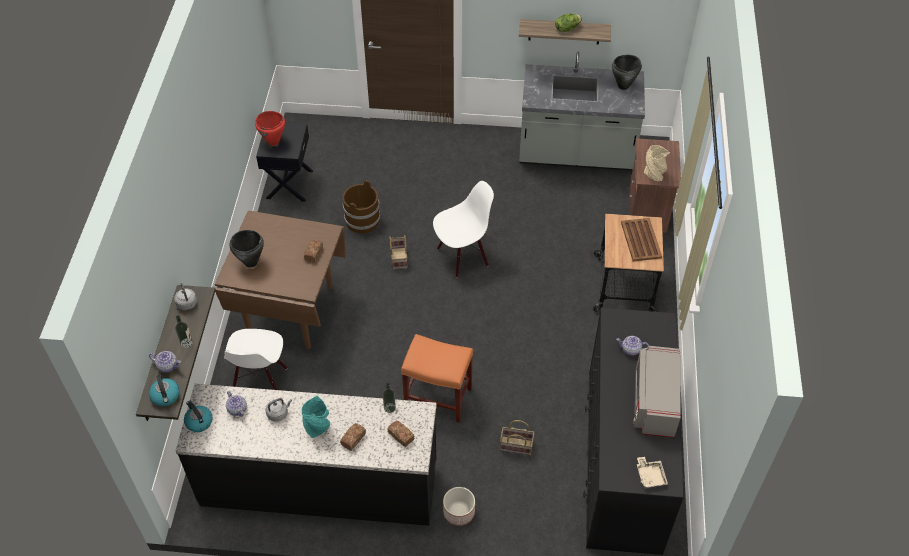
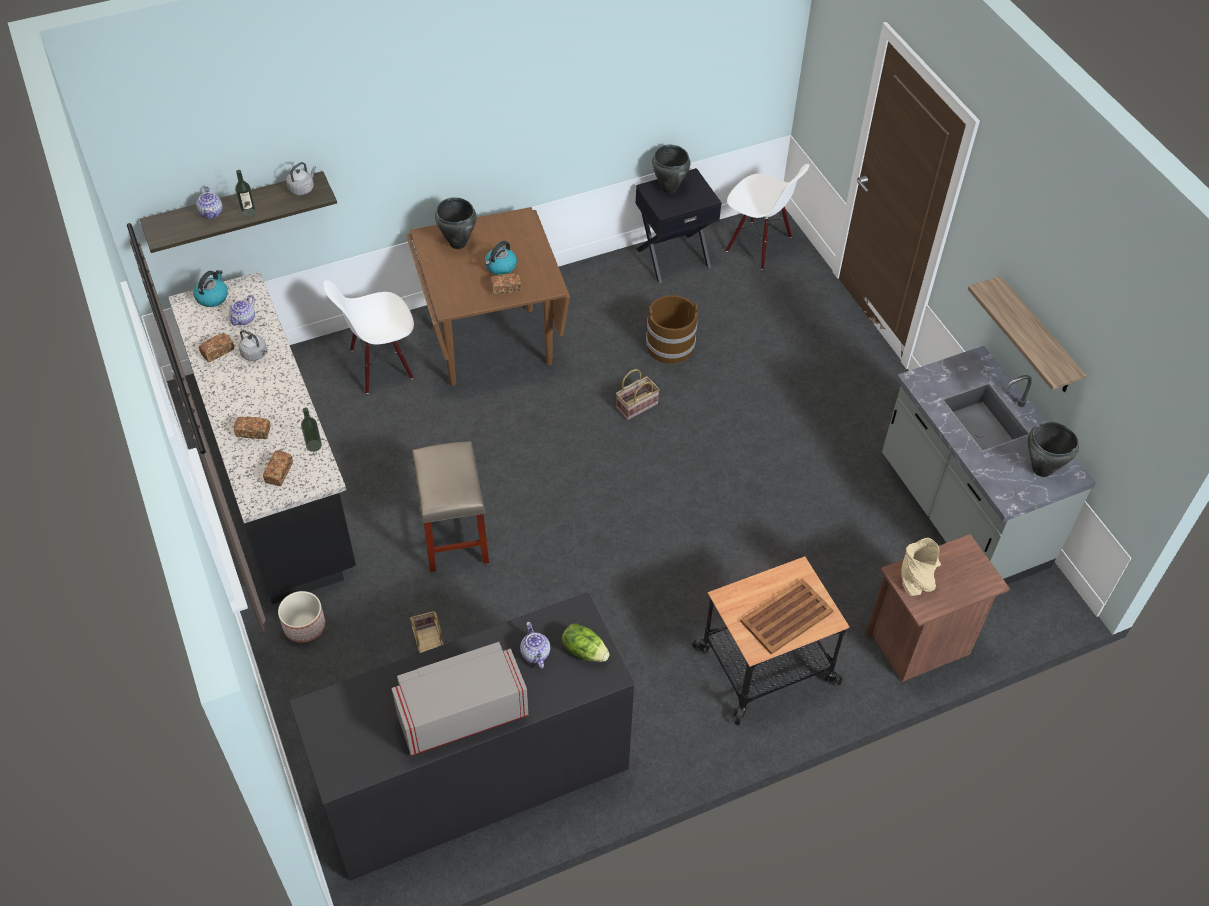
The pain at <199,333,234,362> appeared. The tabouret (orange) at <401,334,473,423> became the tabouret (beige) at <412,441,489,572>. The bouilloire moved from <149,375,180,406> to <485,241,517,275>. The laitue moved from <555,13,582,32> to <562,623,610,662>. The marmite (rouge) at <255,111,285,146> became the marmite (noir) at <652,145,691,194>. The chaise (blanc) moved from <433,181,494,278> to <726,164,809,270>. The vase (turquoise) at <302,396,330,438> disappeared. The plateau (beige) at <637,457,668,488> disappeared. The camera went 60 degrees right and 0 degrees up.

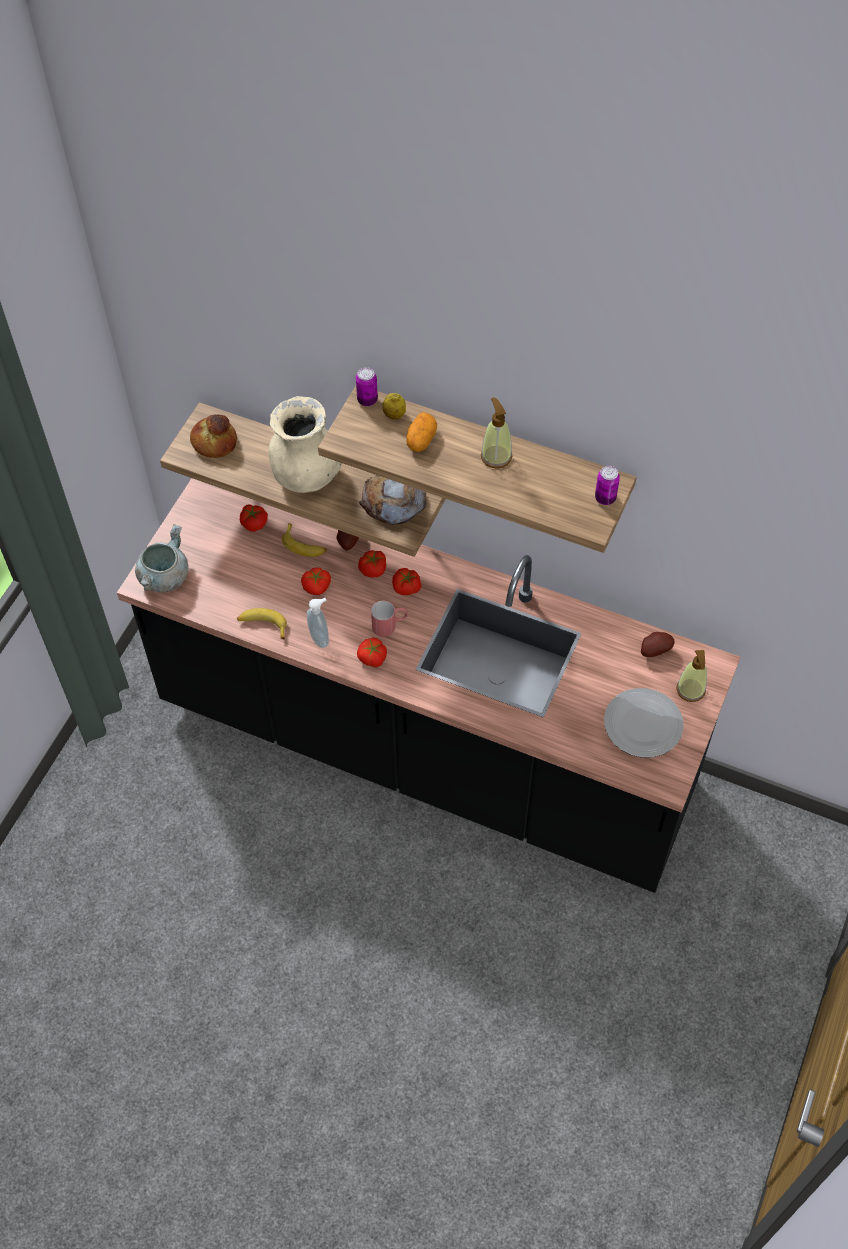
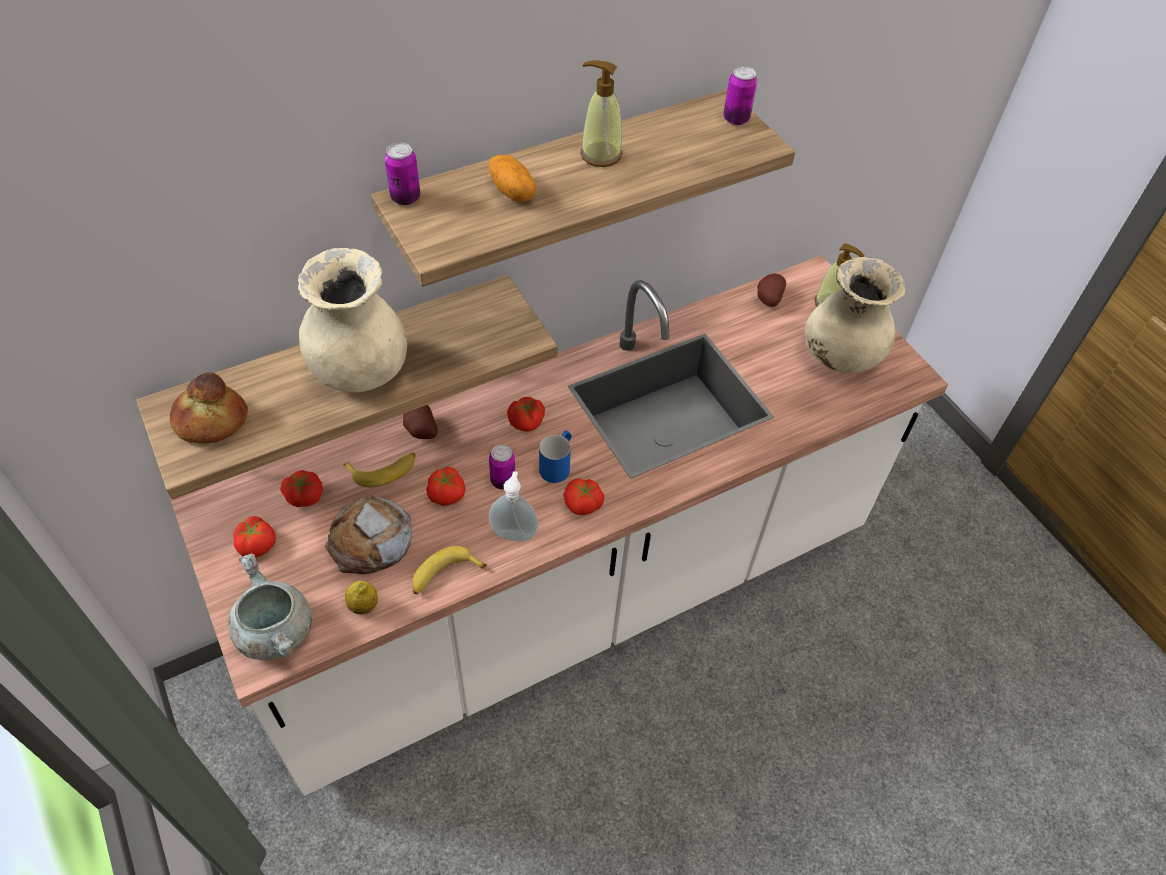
The comptoir de cuisine (noir) at <117,478,740,893> became the comptoir de cuisine (blanc) at <170,255,948,796>. The tomate moved from <358,550,386,578> to <233,516,276,558>. The pain moved from <359,475,426,525> to <325,496,412,574>. The citron moved from <383,393,406,419> to <345,581,378,614>. The boîte métallique at <489,444,515,489> appeared. The mug (rouge) at <371,600,408,637> became the mug (bleu) at <539,431,572,483>. The assiette at <604,688,684,758> was replaced by the vase (beige) at <805,257,905,373>. The camera went 55 degrees left and 5 degrees down.

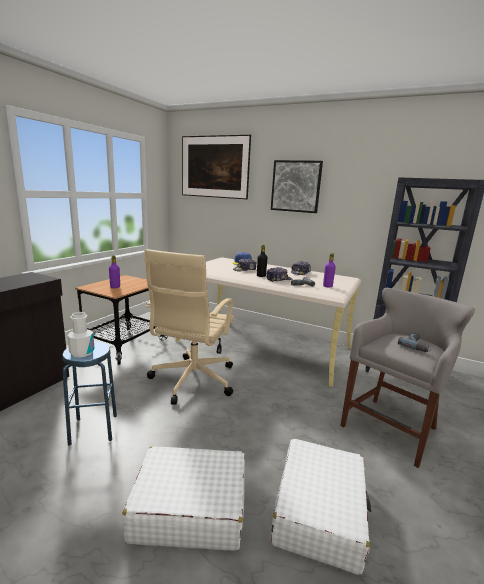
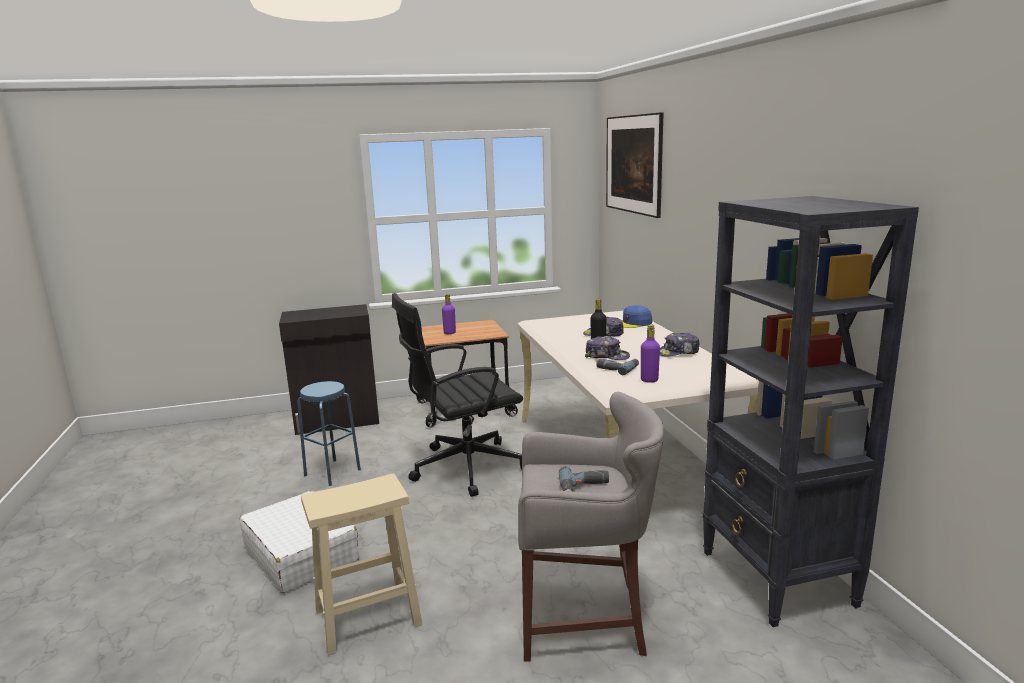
The valise (blanc) at <271,438,371,575> was replaced by the tabouret (beige) at <301,474,423,655>. The chaise de bureau (beige) at <144,249,234,405> became the chaise de bureau (noir) at <392,293,523,497>. The bouteille (blanc) at <67,312,95,358> disappeared. The tableau at <271,160,323,213> disappeared. The camera went 50 degrees right and 0 degrees up.

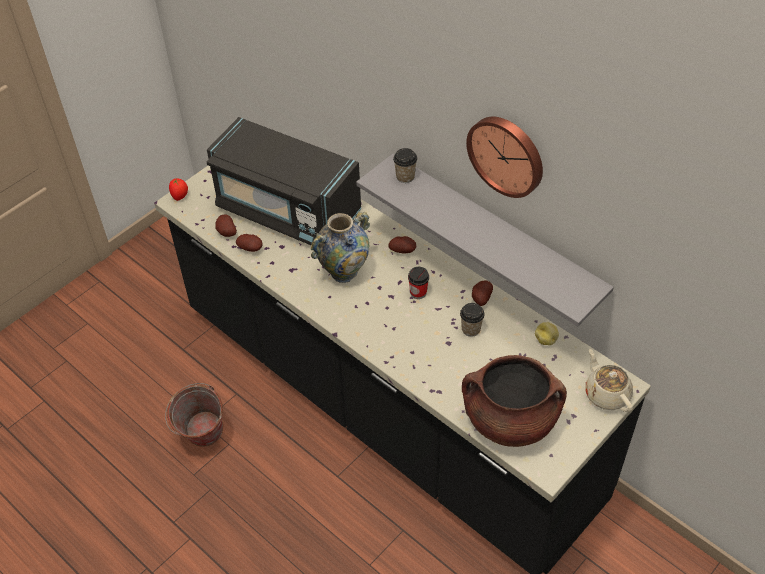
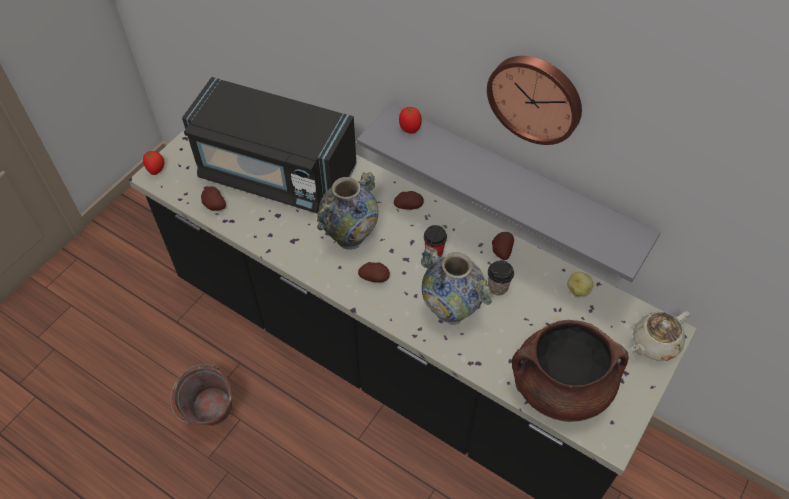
The pomme de terre moved from <236,234,262,252> to <358,262,390,282>. The tasse at <393,148,417,183> was replaced by the tomate at <399,107,422,134>. The vase at <421,249,493,325> appeared. The théière (beige) at <585,349,633,412> turned 90 degrees counterclockwise. The camera went 10 degrees left and 5 degrees up.

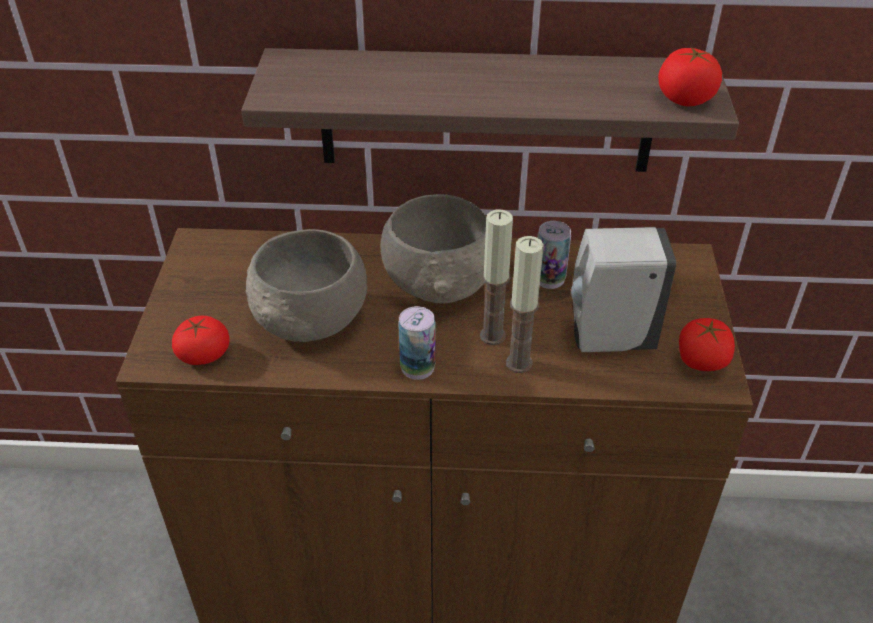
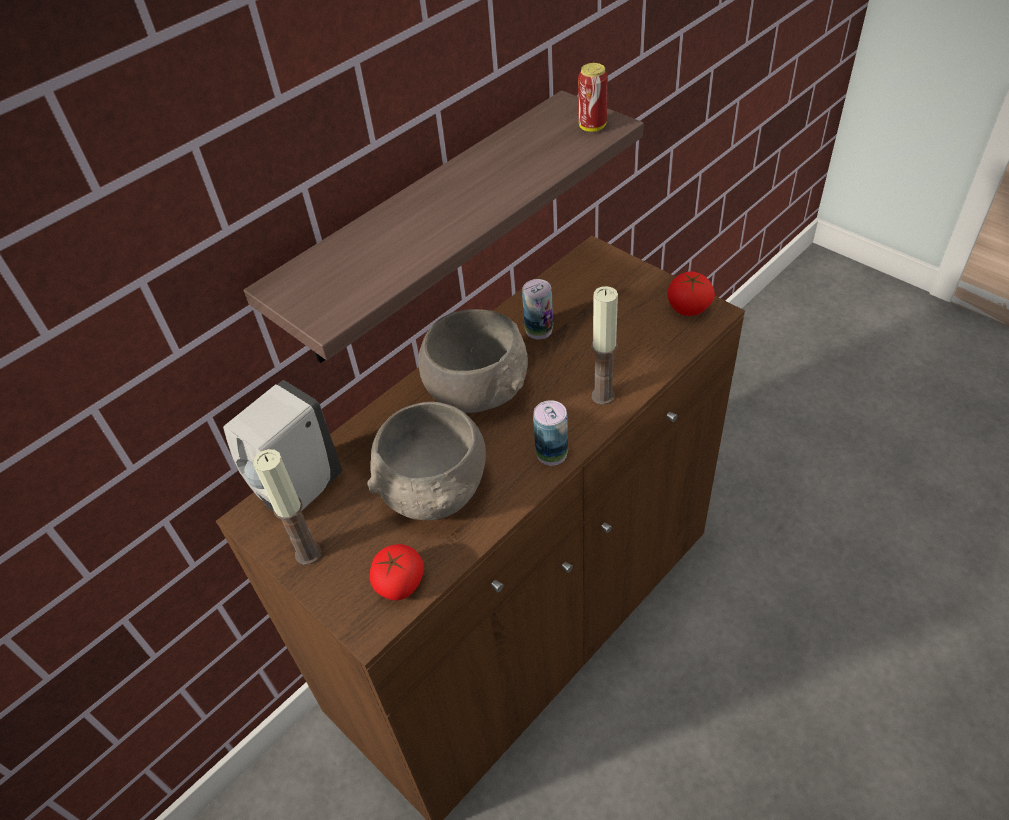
The distributeur de savon (blanc) moved from <571,227,676,352> to <223,380,343,512>. The bougie moved from <480,210,513,345> to <253,449,321,565>. The tomate at <658,48,722,106> was replaced by the boîte métallique at <578,63,608,132>. The camera went 45 degrees left and 5 degrees up.

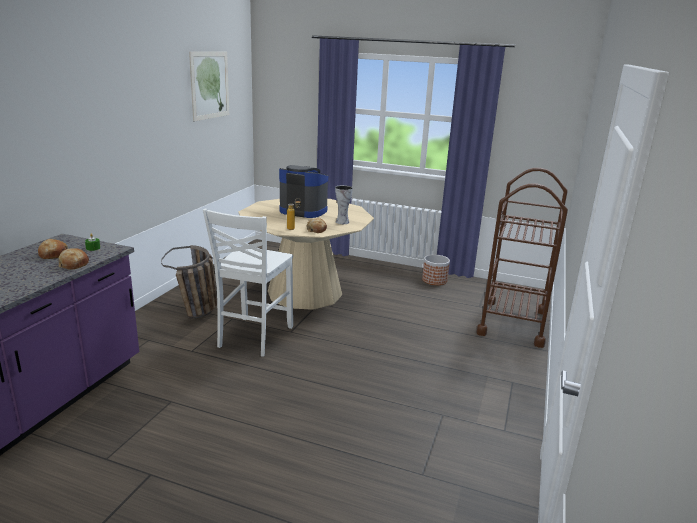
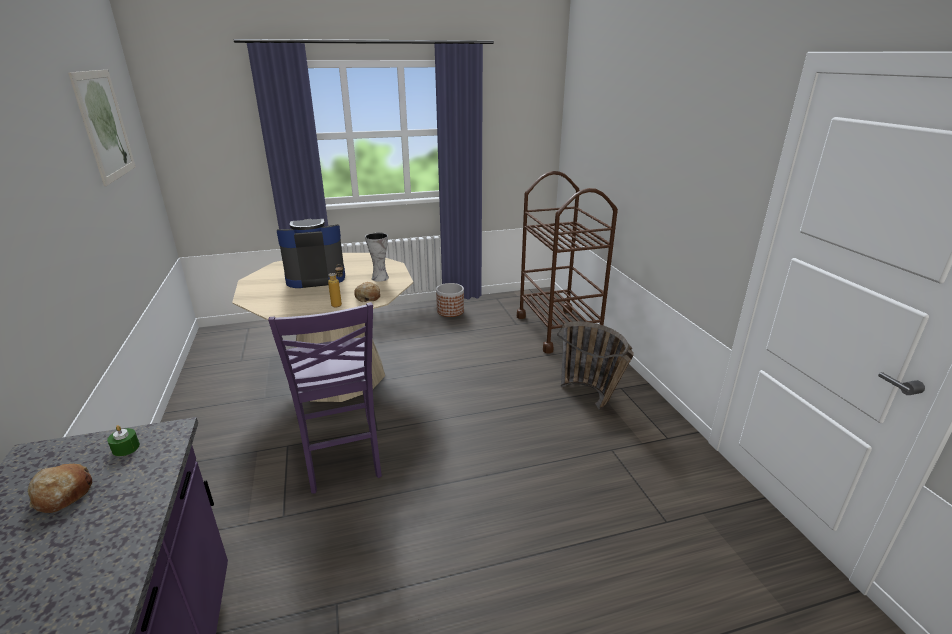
The chaise (blanc) at <203,209,293,356> became the chaise (violet) at <268,302,382,494>. The panier moved from <161,245,217,319> to <557,321,634,410>. The pain at <58,248,89,270> disappeared. The camera went 35 degrees left and 5 degrees up.

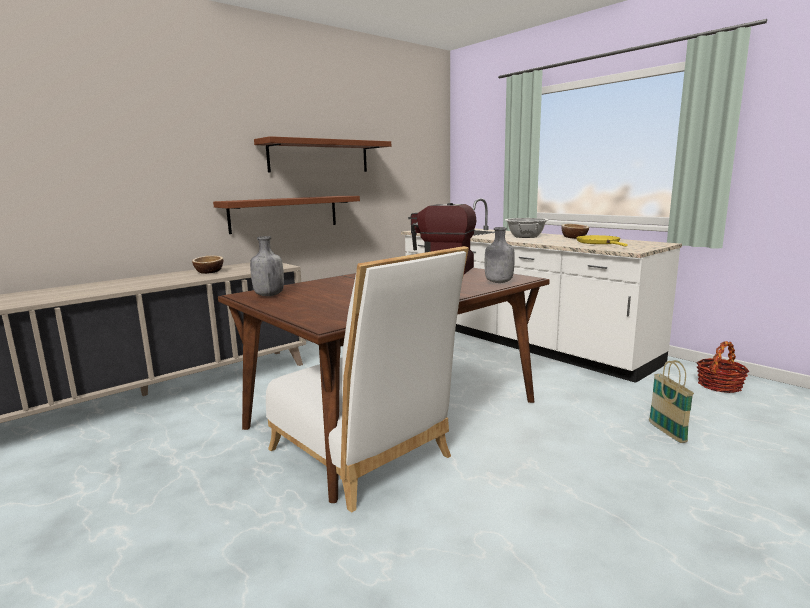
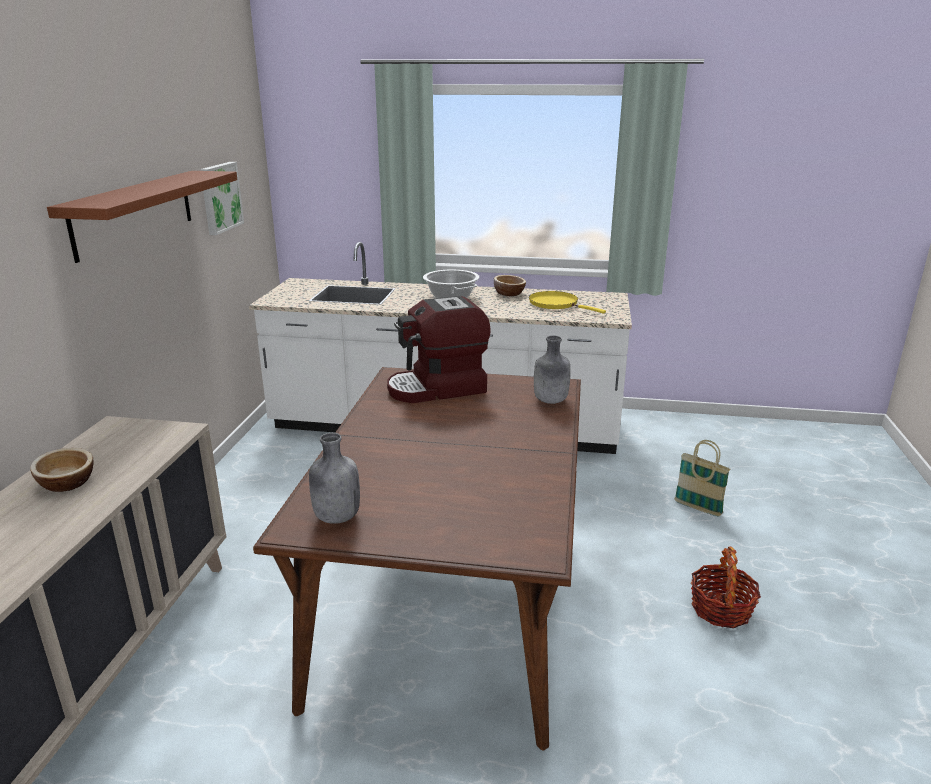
The tableau at <200,162,244,235> appeared. The panier moved from <696,341,749,393> to <691,546,761,628>. The étagère (marron) at <213,196,360,234> disappeared. The chaise (blanc) at <266,246,469,512> disappeared. The camera went 40 degrees left and 10 degrees up.

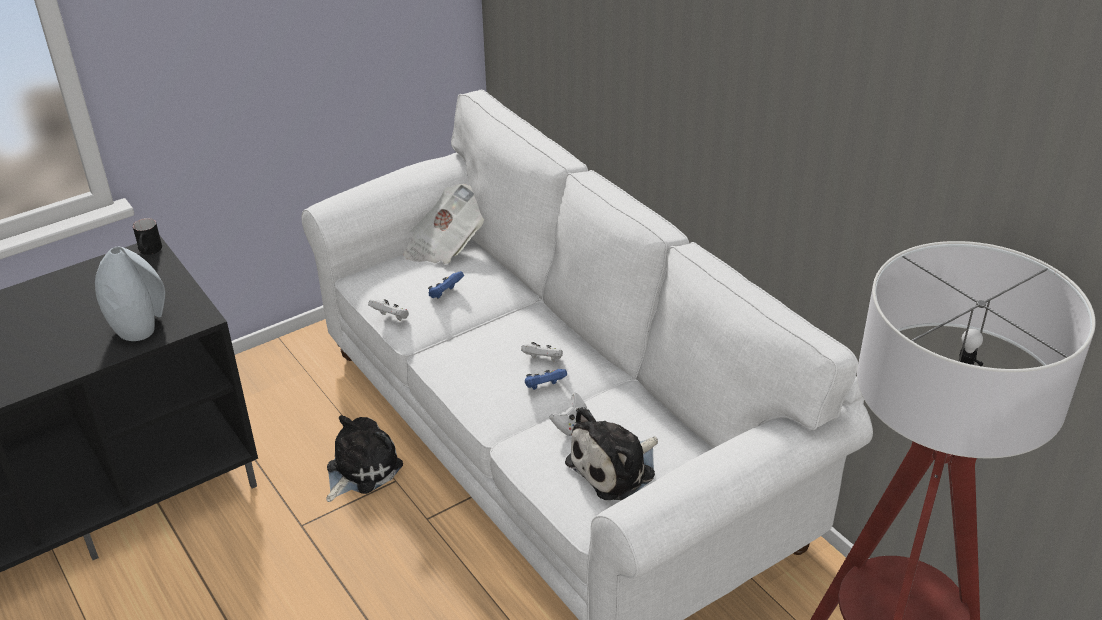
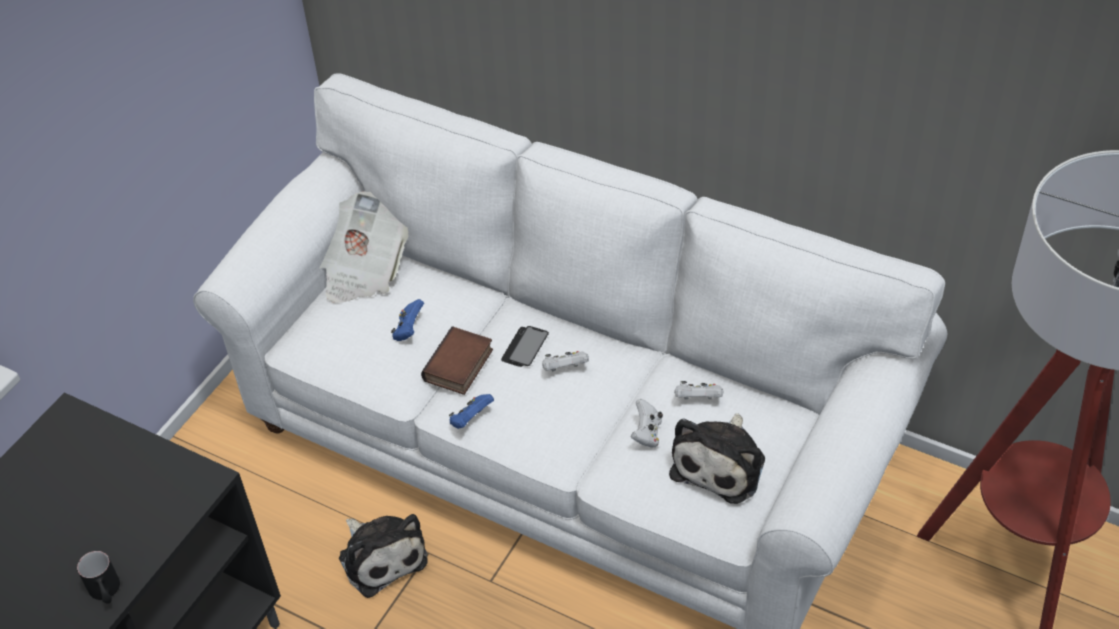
The mug (noir) moved from <133,218,162,255> to <77,551,120,604>. The peluche at <326,415,403,502> turned 135 degrees clockwise. The livre at <421,326,493,395> appeared. The manette (bleu) moved from <525,369,567,390> to <449,394,494,429>. The téléphone at <501,326,549,367> appeared. The manette (blanc) moved from <368,299,409,320> to <674,381,724,399>. The vase (gris) at <95,247,165,341> disappeared. The camera went 25 degrees left and 10 degrees up.

